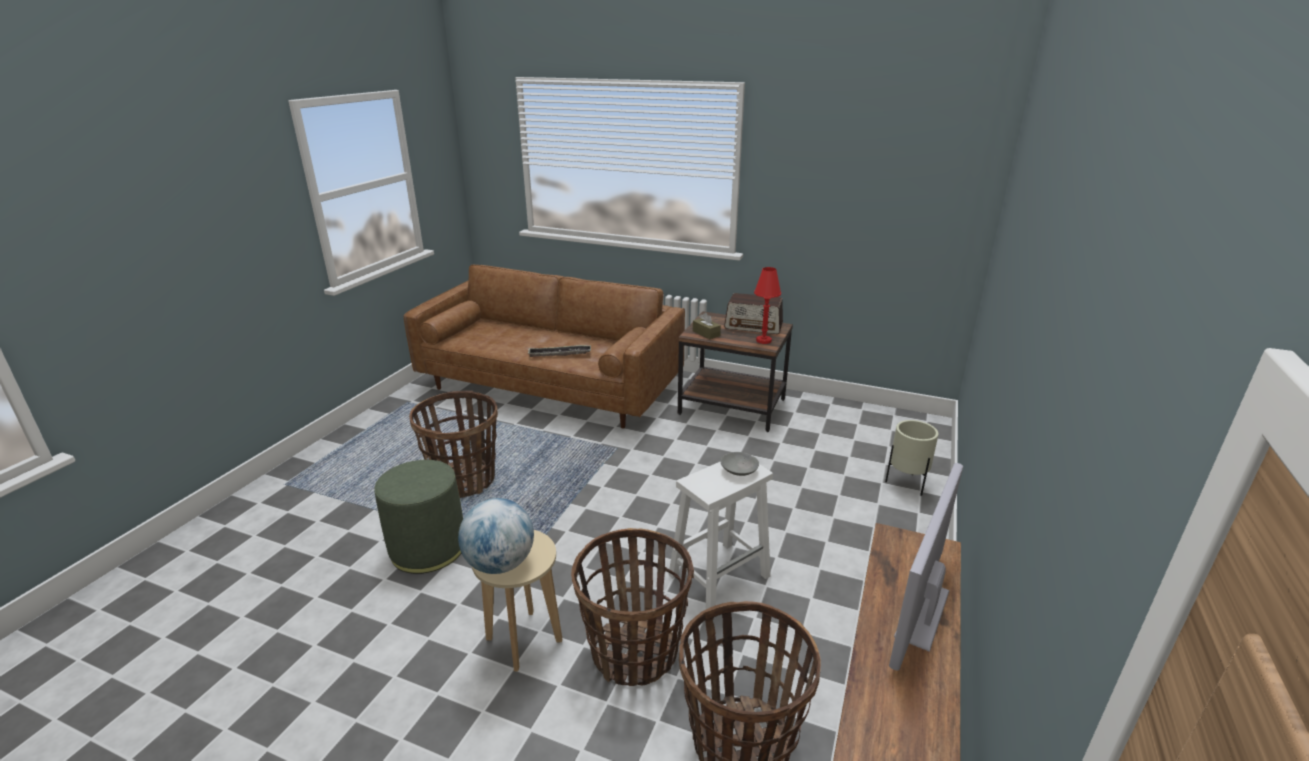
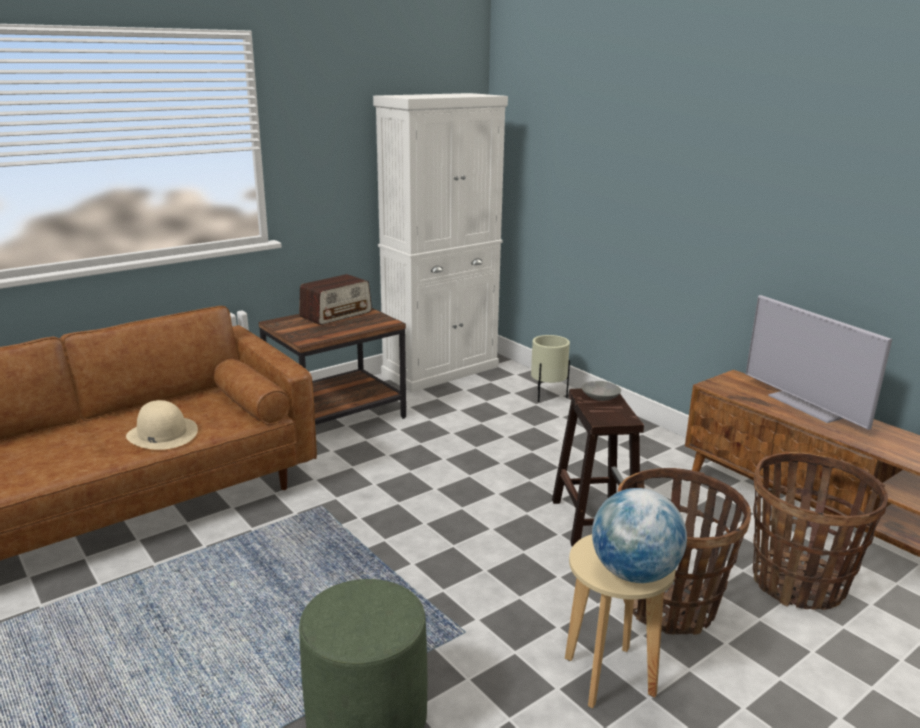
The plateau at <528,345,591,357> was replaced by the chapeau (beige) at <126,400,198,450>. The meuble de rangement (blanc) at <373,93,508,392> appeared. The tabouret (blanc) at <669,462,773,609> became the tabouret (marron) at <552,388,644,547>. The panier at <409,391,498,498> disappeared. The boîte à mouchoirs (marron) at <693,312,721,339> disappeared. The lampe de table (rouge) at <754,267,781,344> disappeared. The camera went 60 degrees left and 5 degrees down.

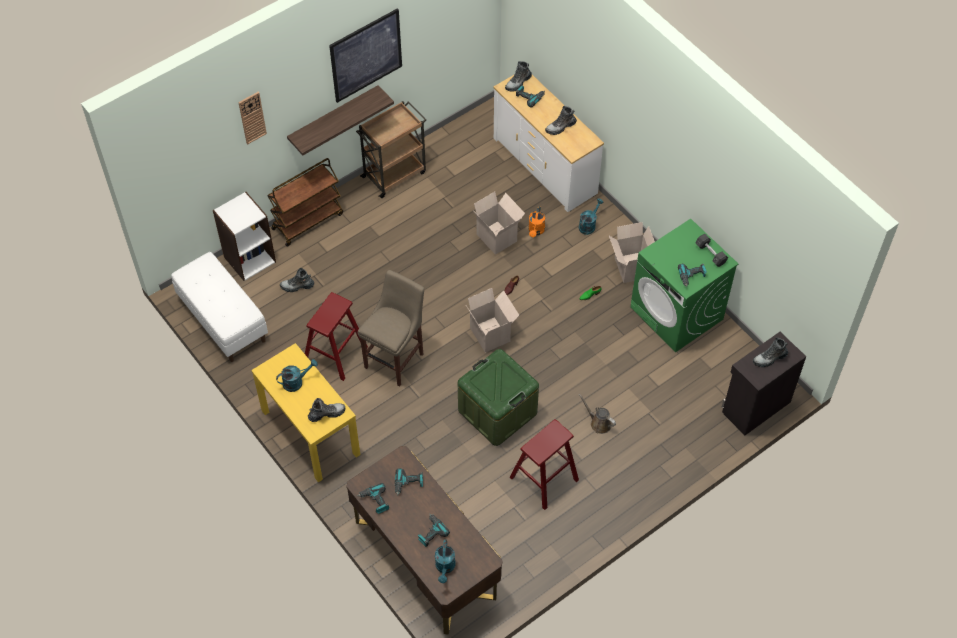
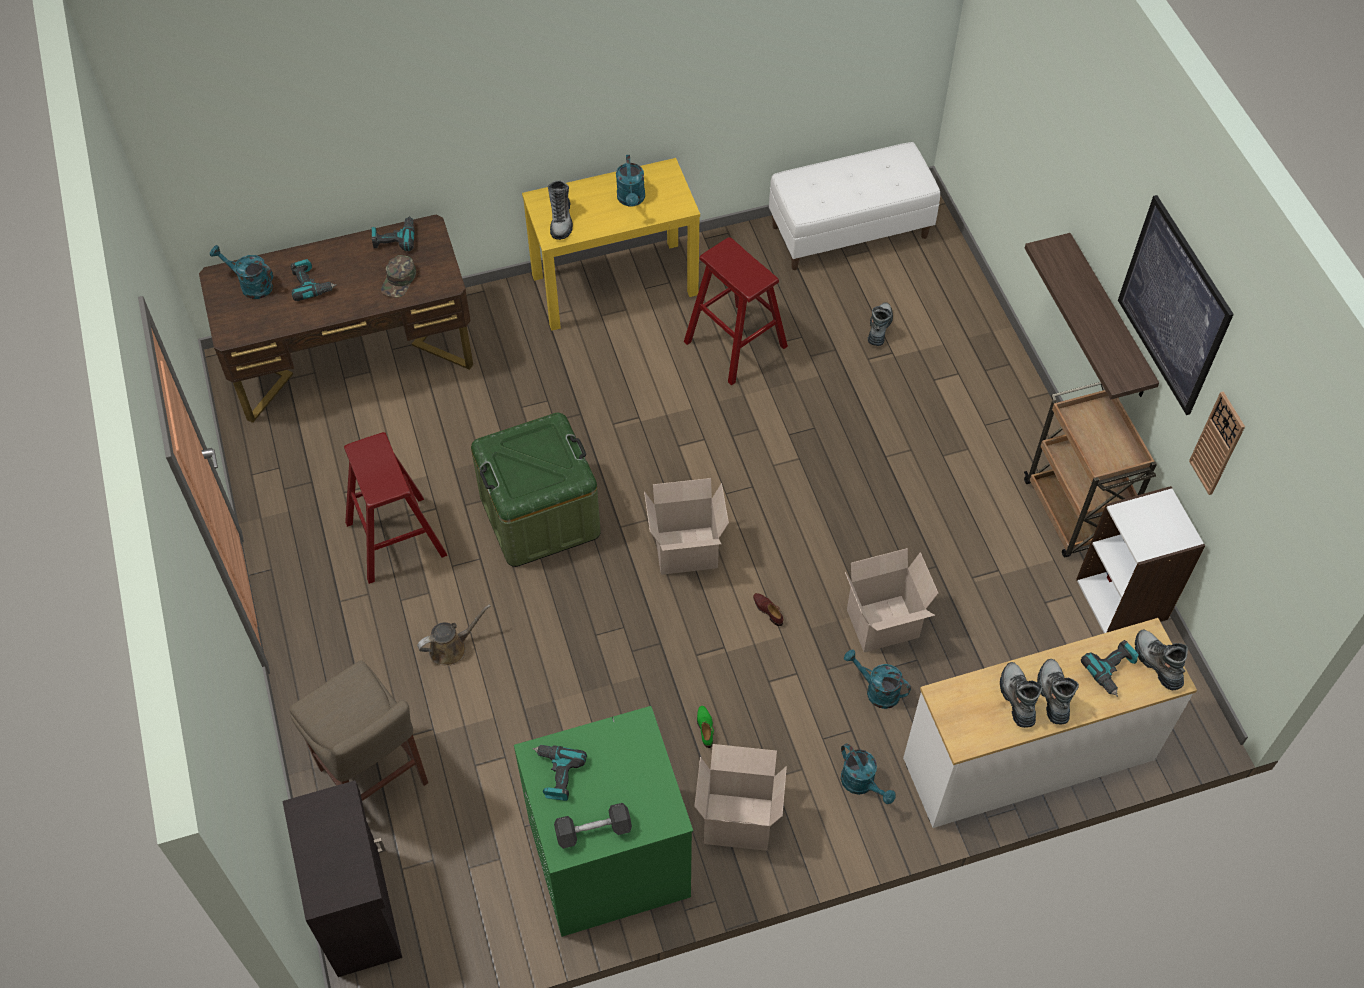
The tabouret (beige) moved from <358,270,424,387> to <289,660,428,801>. The perceuse at <395,468,423,496> was replaced by the casquette (vert) at <381,255,416,298>. The arrosoir (orange) at <528,206,545,238> became the arrosoir (turquoise) at <844,649,911,709>. The botte moved from <753,337,788,367> to <1037,659,1079,724>. The bibliothèque (blanc) moved from <213,192,276,281> to <1076,486,1205,633>. The horloge murale moved from <238,92,267,145> to <1189,391,1245,495>. The chariot (marron) at <267,158,343,247> disappeared. The camera went 110 degrees right and 0 degrees up.

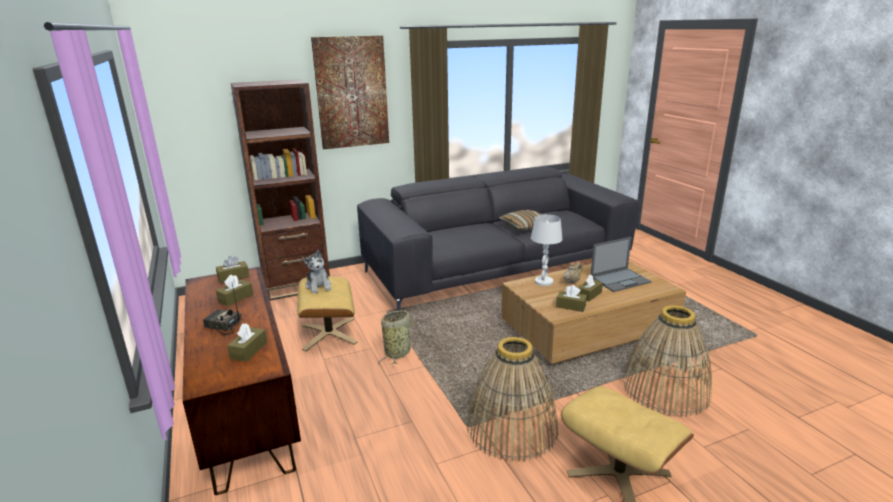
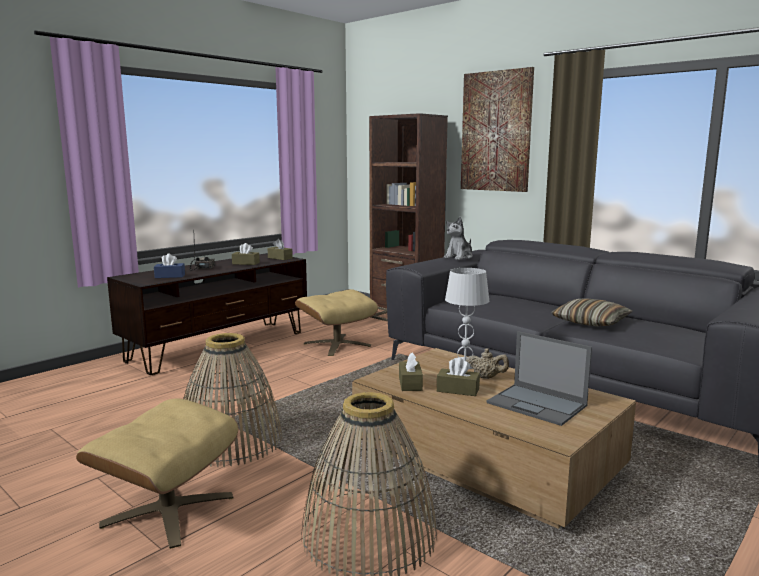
The boîte à mouchoirs (marron) at <227,323,267,362> became the boîte à mouchoirs (bleu) at <154,253,185,278>. The peluche moved from <302,249,331,294> to <444,217,473,260>. The panier at <378,310,422,365> disappeared. The camera went 65 degrees right and 10 degrees down.

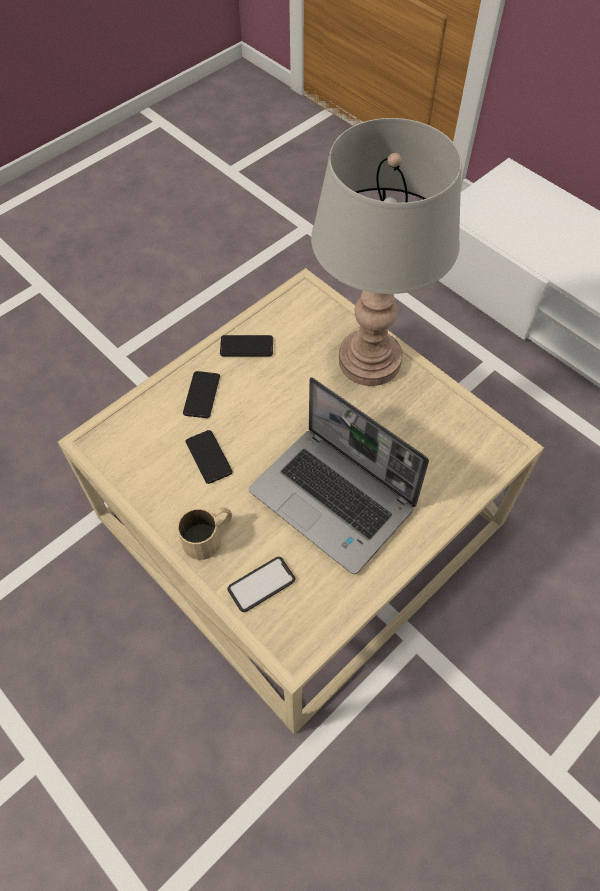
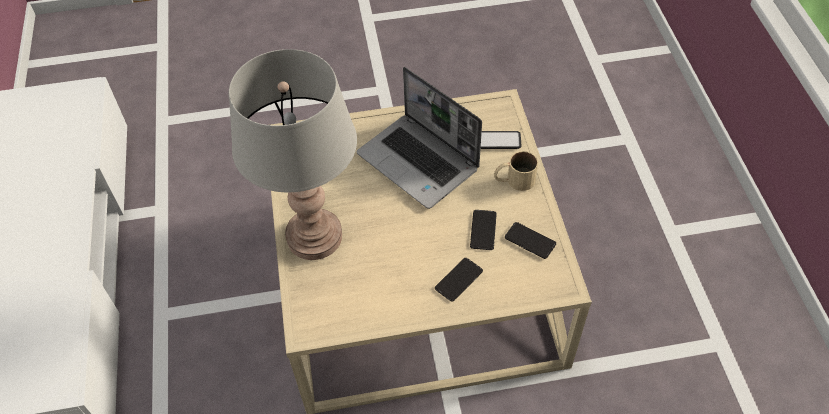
The ordinateur portable at <249,377,429,574> turned 150 degrees clockwise. The téléphone moved from <220,335,273,356> to <505,222,556,259>. The camera went 145 degrees left and 5 degrees down.

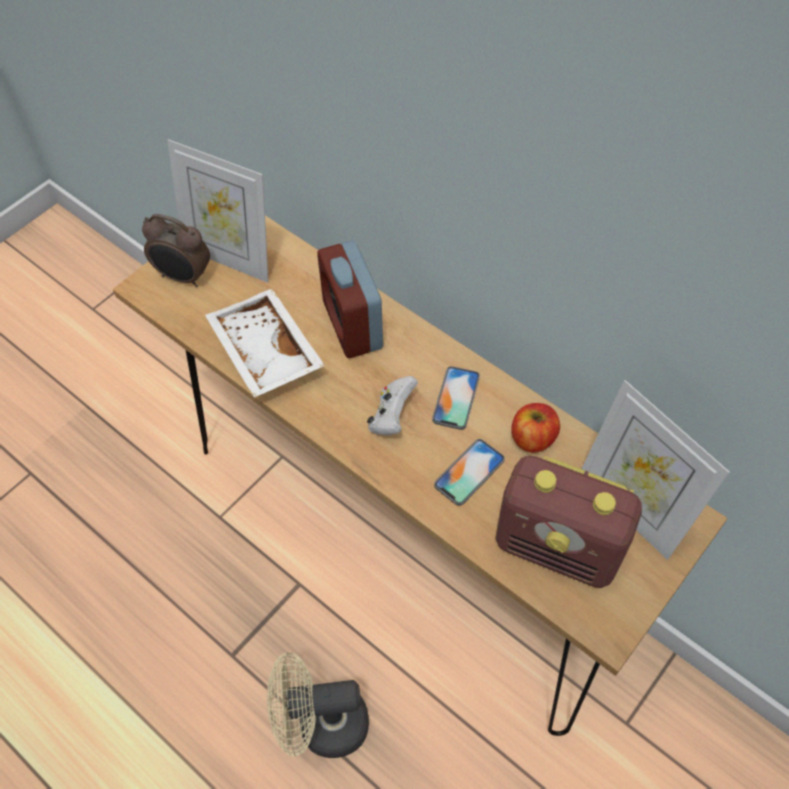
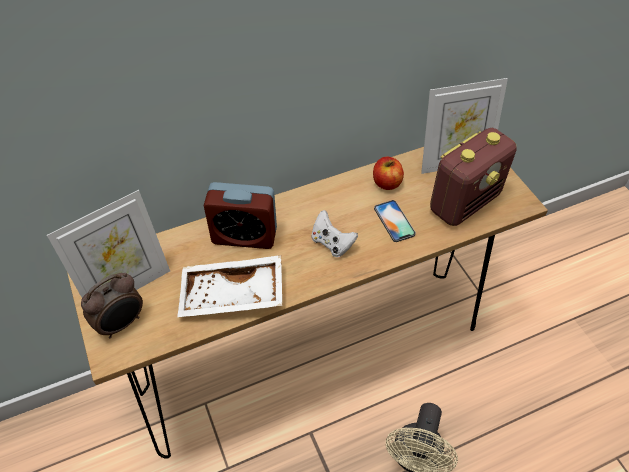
The téléphone at <432,366,480,430> disappeared. The camera went 65 degrees left and 5 degrees down.

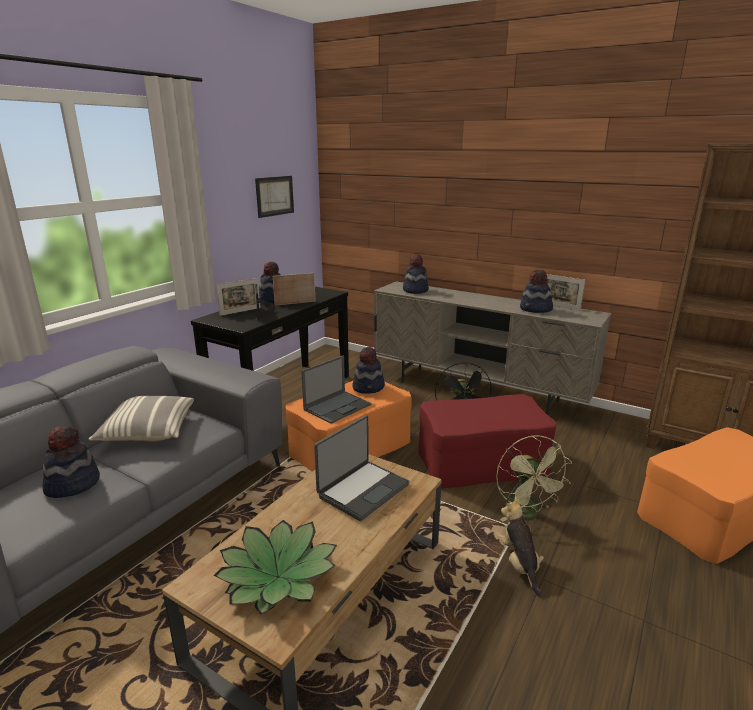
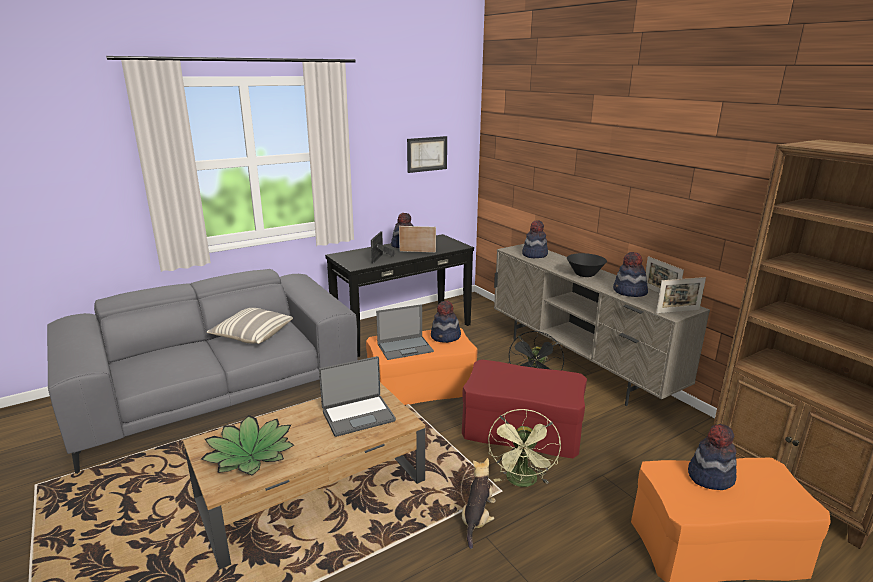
The bol (noir) at <567,253,607,277> appeared. The cadre photo moved from <216,278,261,316> to <656,277,706,313>. The chapeau moved from <42,425,100,498> to <688,424,737,490>. The camera went 25 degrees right and 0 degrees up.

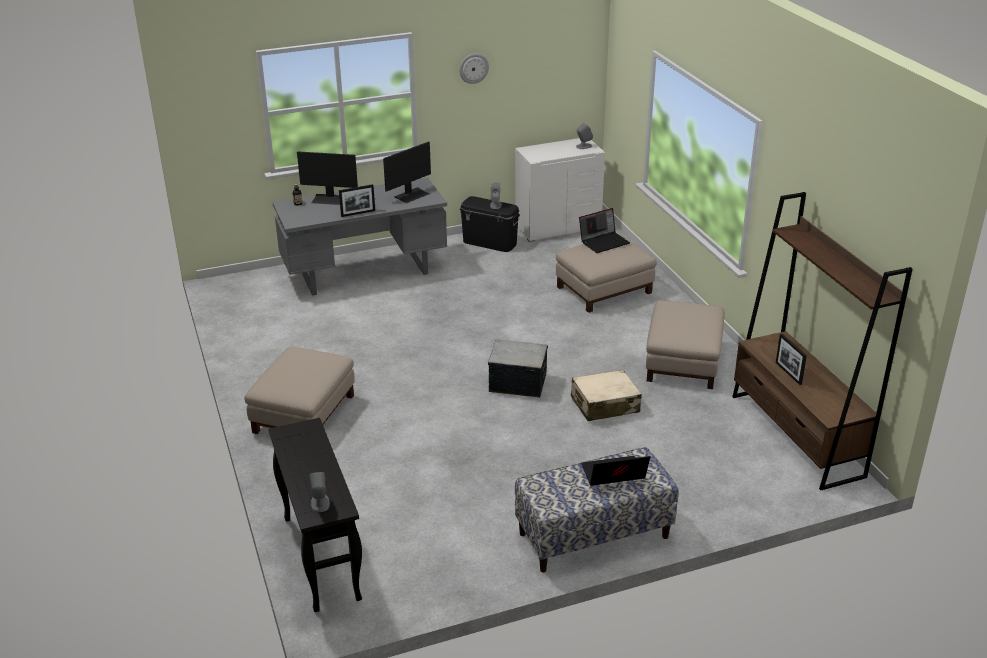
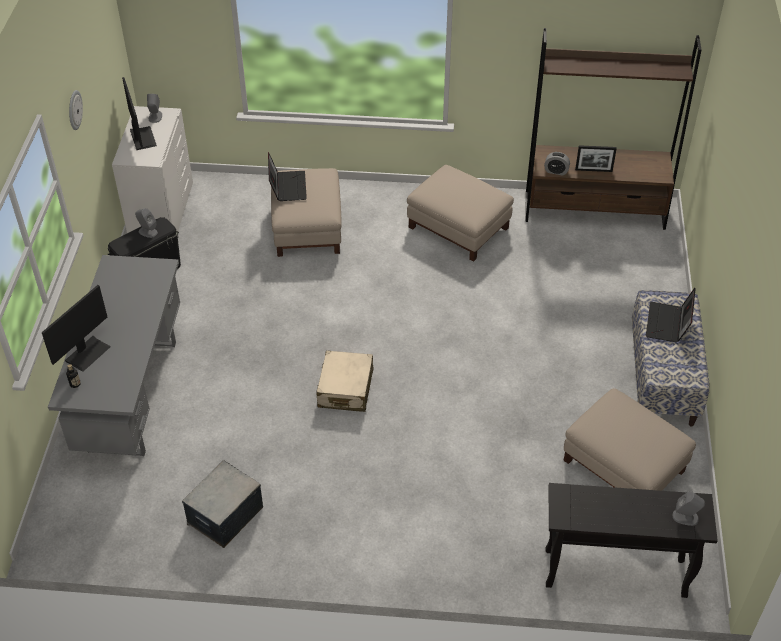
The écran d'ordinateur moved from <383,141,431,203> to <122,77,157,150>. The boîte de rangement moved from <488,340,548,398> to <182,460,263,548>. The valise (beige) moved from <571,370,642,421> to <316,350,374,412>. The réveil at <544,152,570,175> appeared. The pouf (beige) moved from <244,346,355,434> to <564,388,696,491>. The cadre photo at <339,184,375,217> disappeared. The camera went 65 degrees left and 15 degrees up.

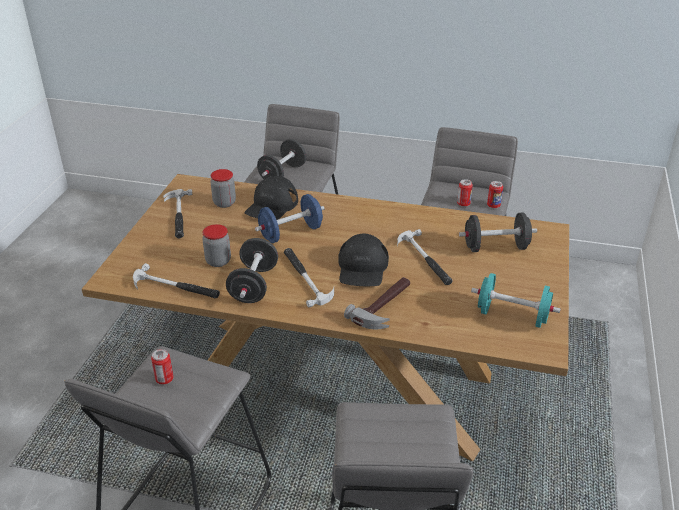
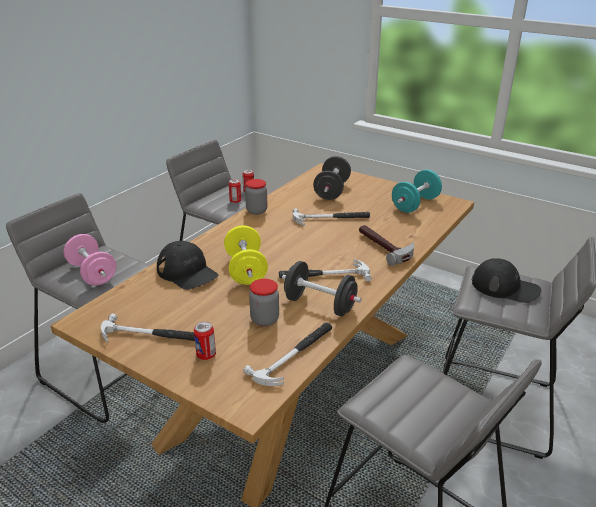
The haltère (noir) at <257,139,306,179> became the haltère (rose) at <64,234,116,286>. The boîte métallique moved from <151,349,174,384> to <194,321,216,360>. The haltère (bleu) at <255,194,324,243> became the haltère (jaune) at <224,226,268,285>. The bocal moved from <210,169,236,208> to <245,179,267,215>. The casquette (noir) moved from <338,234,389,286> to <472,258,541,303>. The camera went 70 degrees left and 5 degrees down.

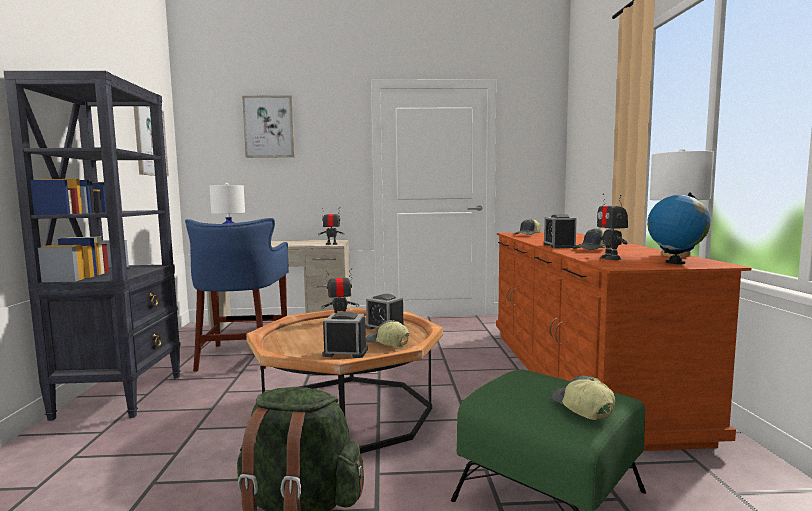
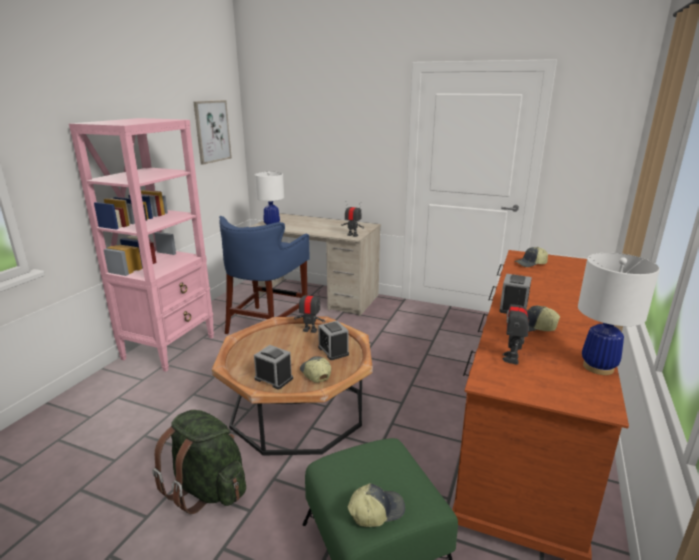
The bibliothèque (noir) at <4,71,181,421> became the bibliothèque (rose) at <69,118,214,372>. The casquette at <550,375,615,420> turned 60 degrees clockwise. The tableau at <242,95,295,158> disappeared. The globe at <647,192,710,264> disappeared. The camera went 25 degrees right and 15 degrees up.

